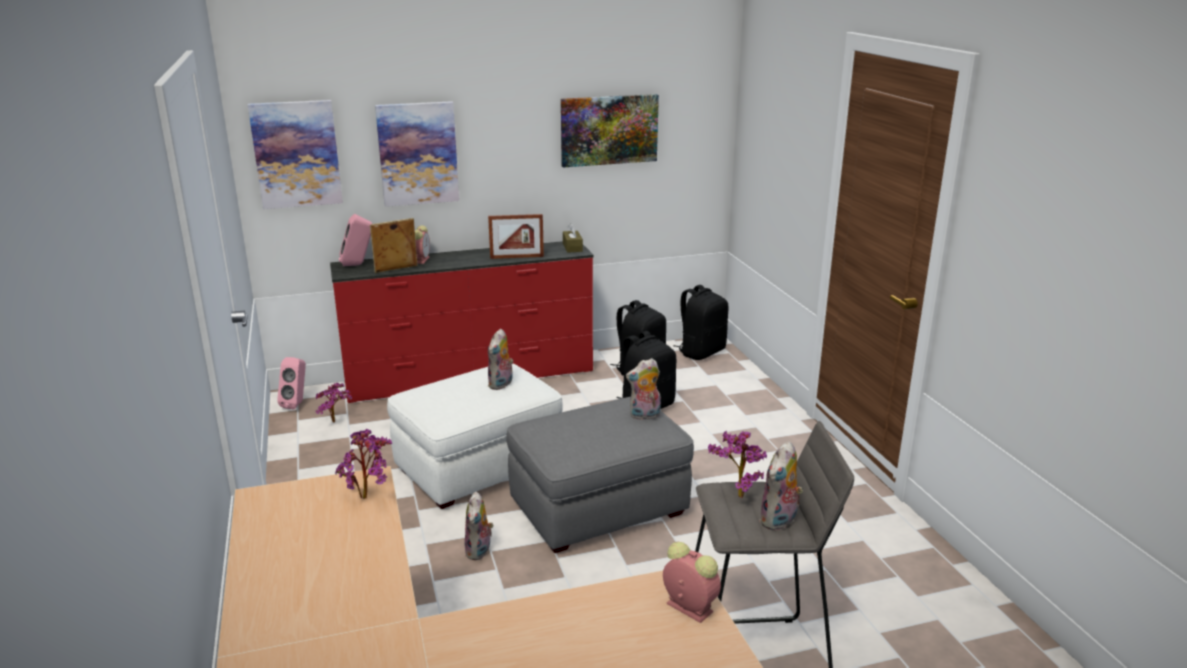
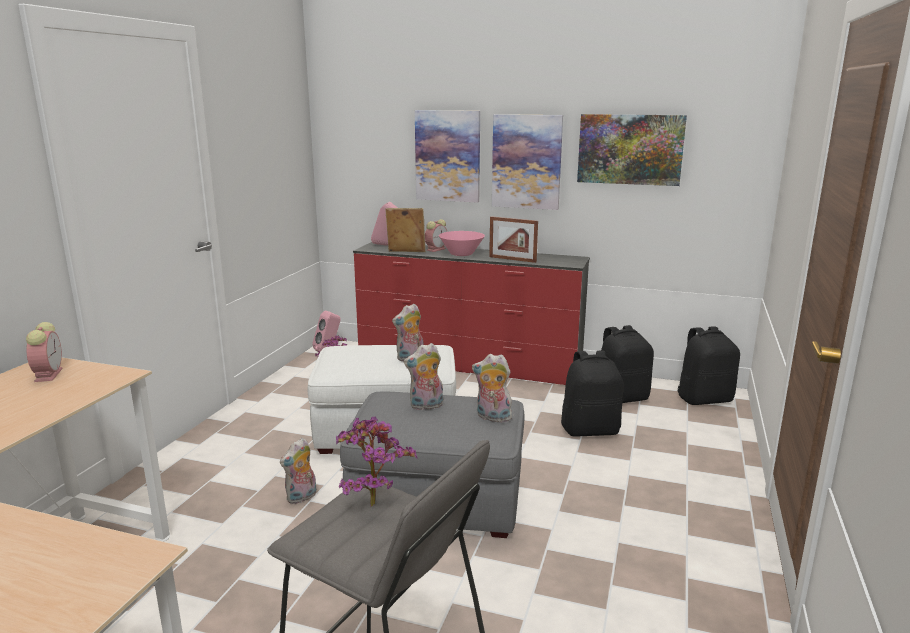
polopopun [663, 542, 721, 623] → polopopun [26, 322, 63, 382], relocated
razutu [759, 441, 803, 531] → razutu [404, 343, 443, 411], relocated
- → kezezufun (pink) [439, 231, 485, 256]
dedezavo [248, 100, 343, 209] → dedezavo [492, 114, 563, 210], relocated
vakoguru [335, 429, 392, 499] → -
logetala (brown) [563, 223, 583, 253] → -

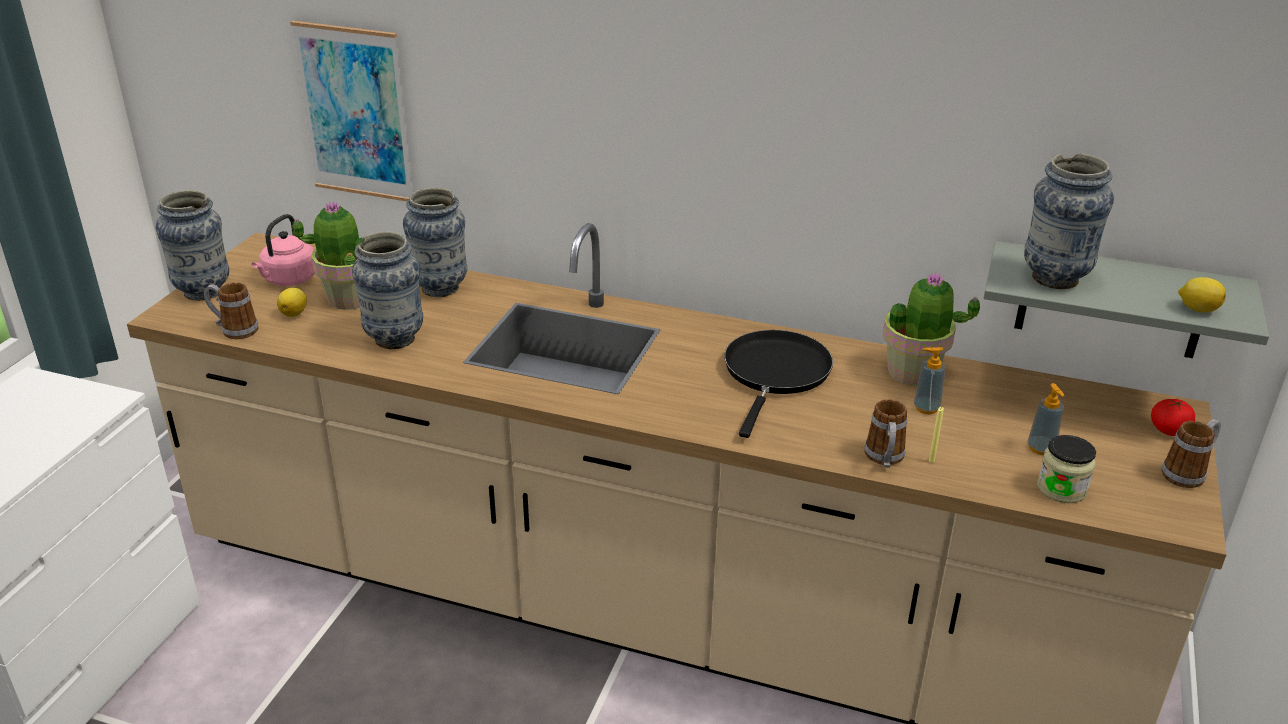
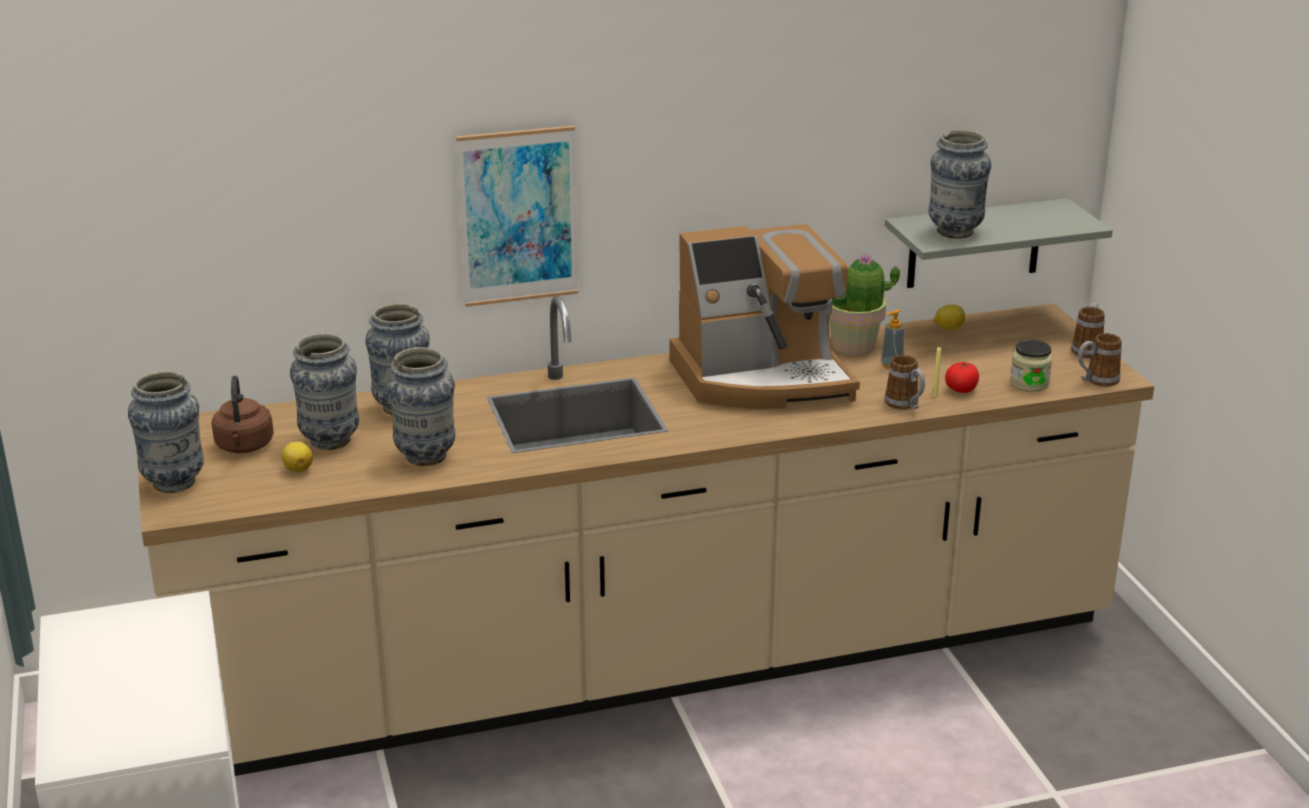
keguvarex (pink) [251, 214, 315, 286] → keguvarex (brown) [212, 375, 274, 453]
vakoguru [292, 201, 363, 310] → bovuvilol [290, 333, 359, 450]
dedezavo [290, 21, 412, 201] → dedezavo [456, 126, 578, 307], relocated
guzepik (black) [724, 330, 833, 438] → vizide [670, 224, 860, 409]
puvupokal [1178, 277, 1226, 313] → puvupokal [933, 304, 965, 330], relocated
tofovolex [1151, 399, 1195, 436] → tofovolex [945, 362, 979, 393], relocated
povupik [204, 282, 258, 339] → povupik [1078, 333, 1122, 387], relocated
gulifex [1027, 383, 1064, 455] → -

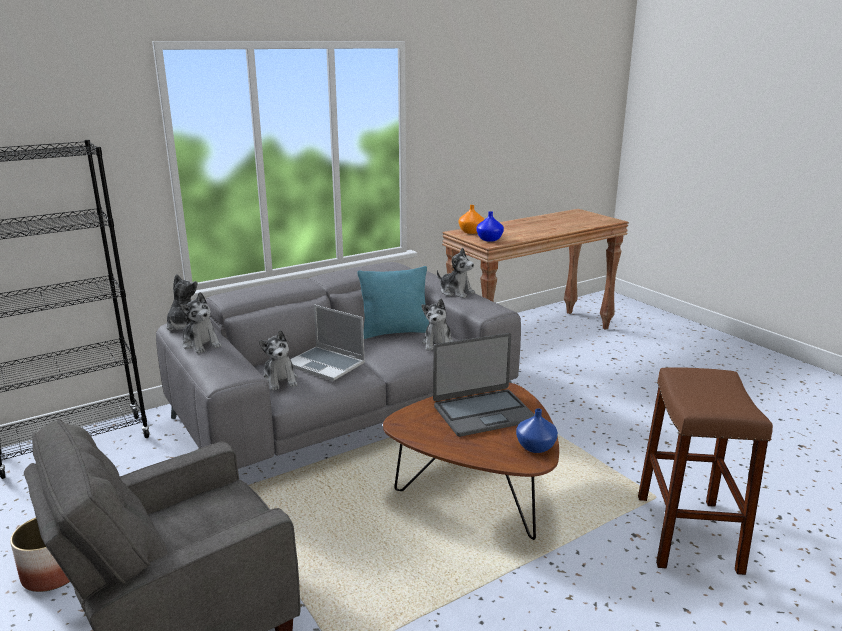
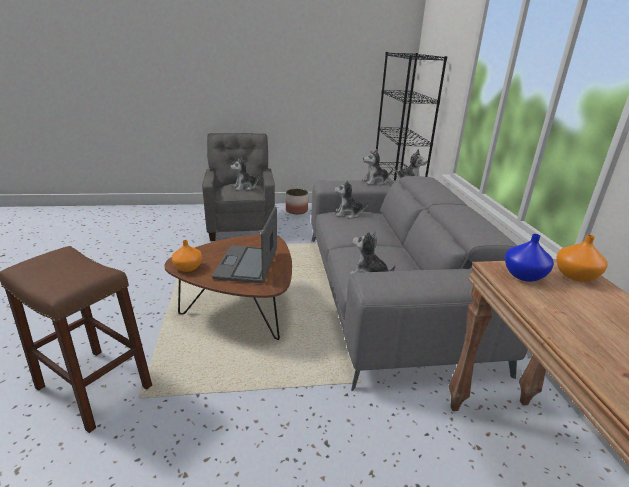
bovuvilol (blue) [516, 408, 558, 453] → bovuvilol (orange) [172, 240, 202, 272]
razutu [437, 248, 475, 298] → razutu [230, 157, 261, 191], relocated
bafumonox [290, 304, 365, 381] → -
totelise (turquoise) [357, 266, 429, 339] → -

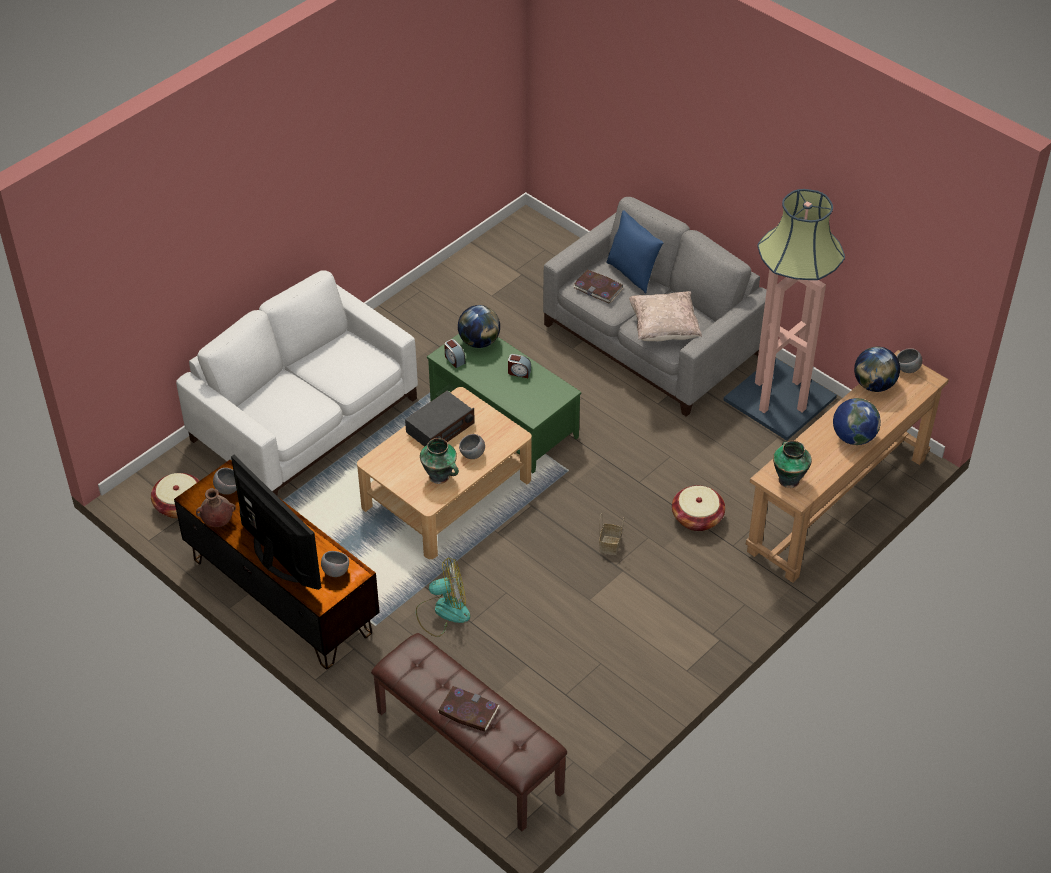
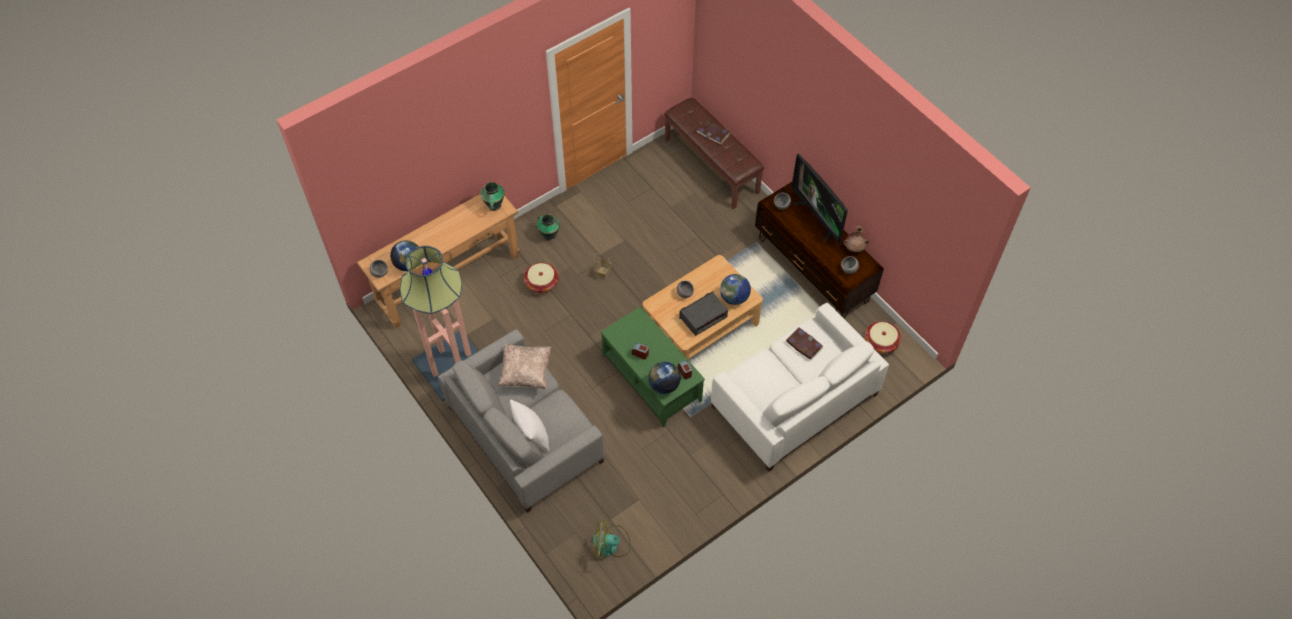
totelise (blue) [606, 210, 664, 294] → totelise (white) [510, 399, 549, 451]
bovuvilol [420, 438, 459, 484] → bovuvilol [537, 214, 560, 241], relocated
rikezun [416, 557, 470, 637] → rikezun [593, 521, 631, 558], relocated
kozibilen [833, 398, 881, 445] → kozibilen [720, 274, 751, 305], relocated
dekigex [574, 270, 624, 304] → dekigex [786, 327, 824, 360], relocated

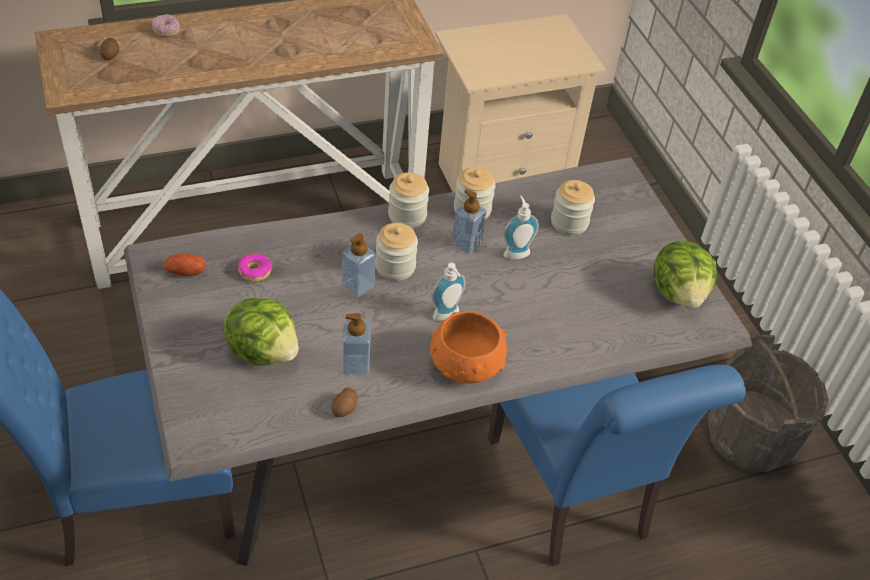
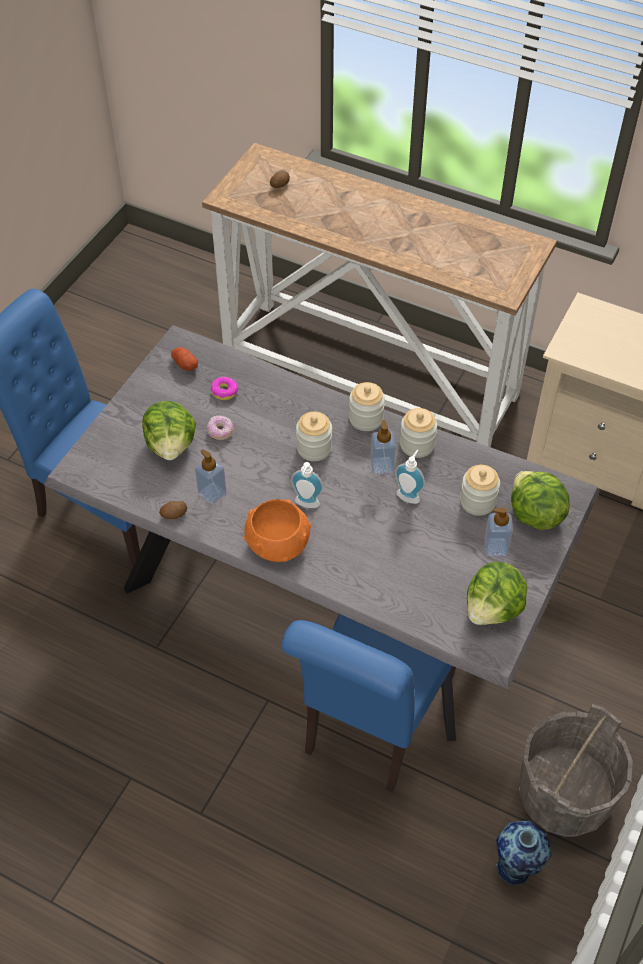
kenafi [152, 14, 180, 37] → kenafi [207, 415, 234, 440], relocated
gulifex [342, 233, 376, 297] → gulifex [484, 507, 513, 556], relocated
- → bovuvilol [496, 821, 551, 885]
- → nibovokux [511, 471, 570, 530]

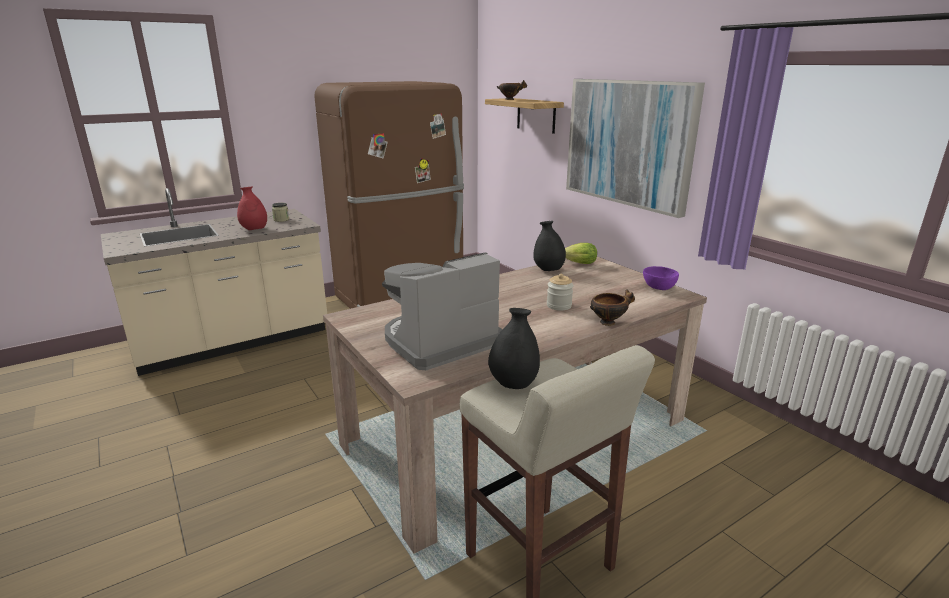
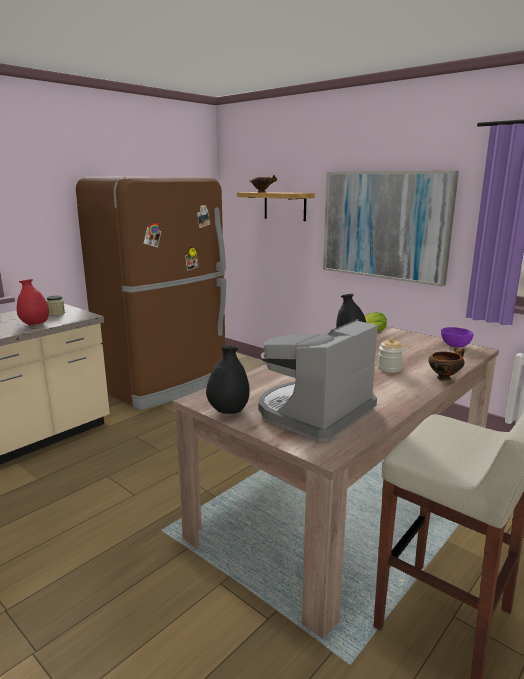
bovuvilol (black) [488, 308, 540, 389] → bovuvilol (black) [206, 346, 250, 414], relocated

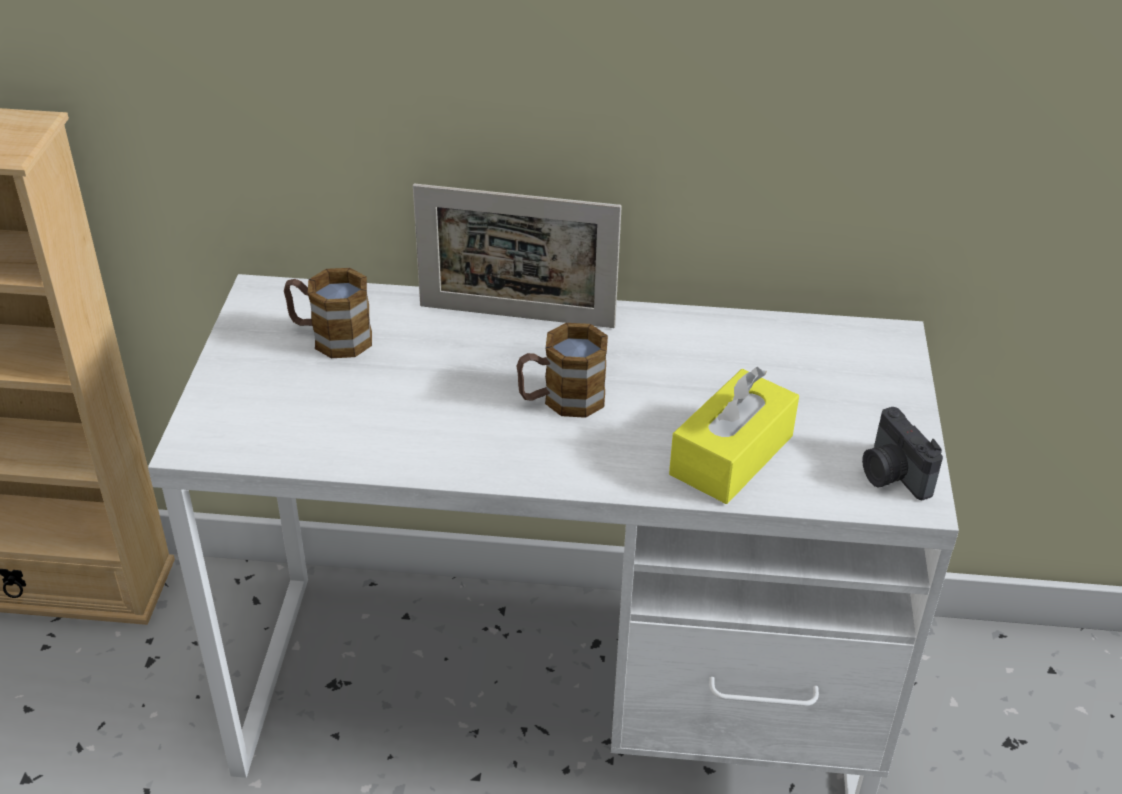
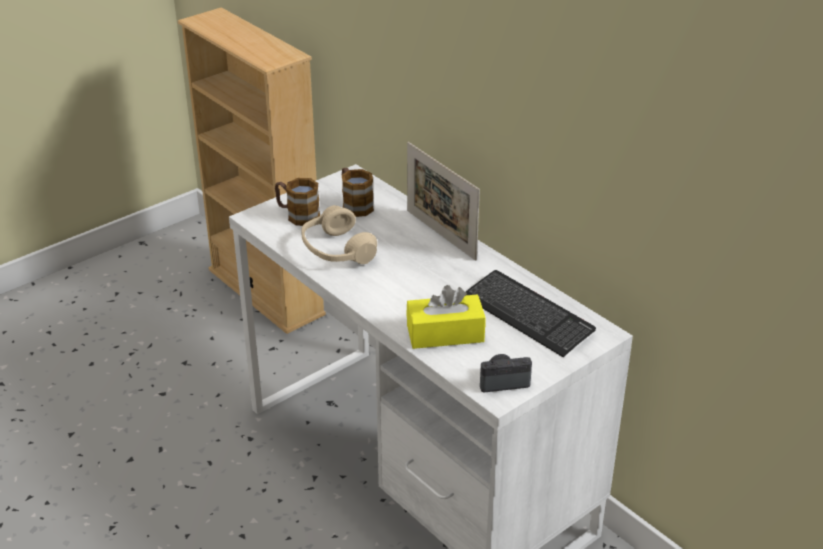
povupik [517, 323, 608, 418] → povupik [275, 178, 320, 226], relocated
- → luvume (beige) [301, 205, 377, 264]
- → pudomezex [466, 270, 596, 357]
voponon [862, 407, 943, 500] → voponon [480, 354, 532, 392], 60 degrees clockwise

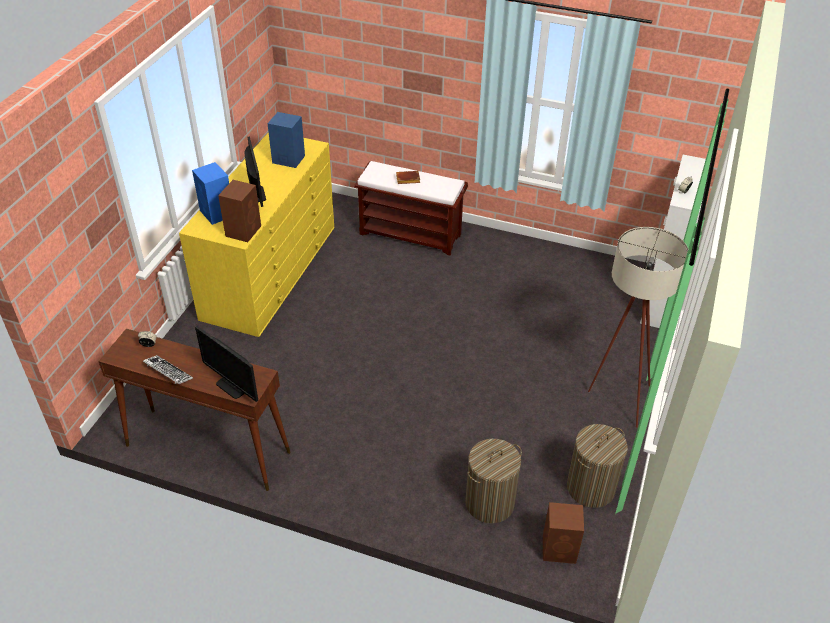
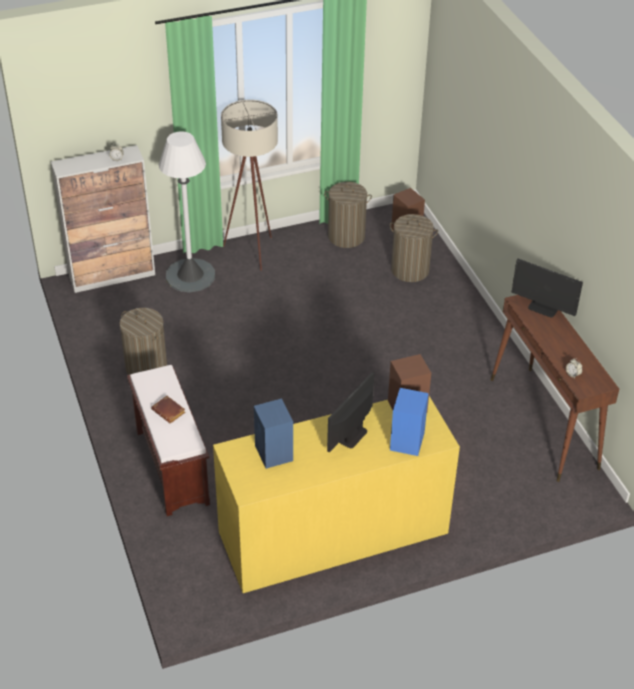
- → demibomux [119, 308, 167, 375]
- → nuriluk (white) [159, 131, 215, 292]
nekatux [195, 326, 258, 402] → nekatux [512, 259, 583, 318], 120 degrees clockwise
pudomezex [143, 355, 193, 384] → -

